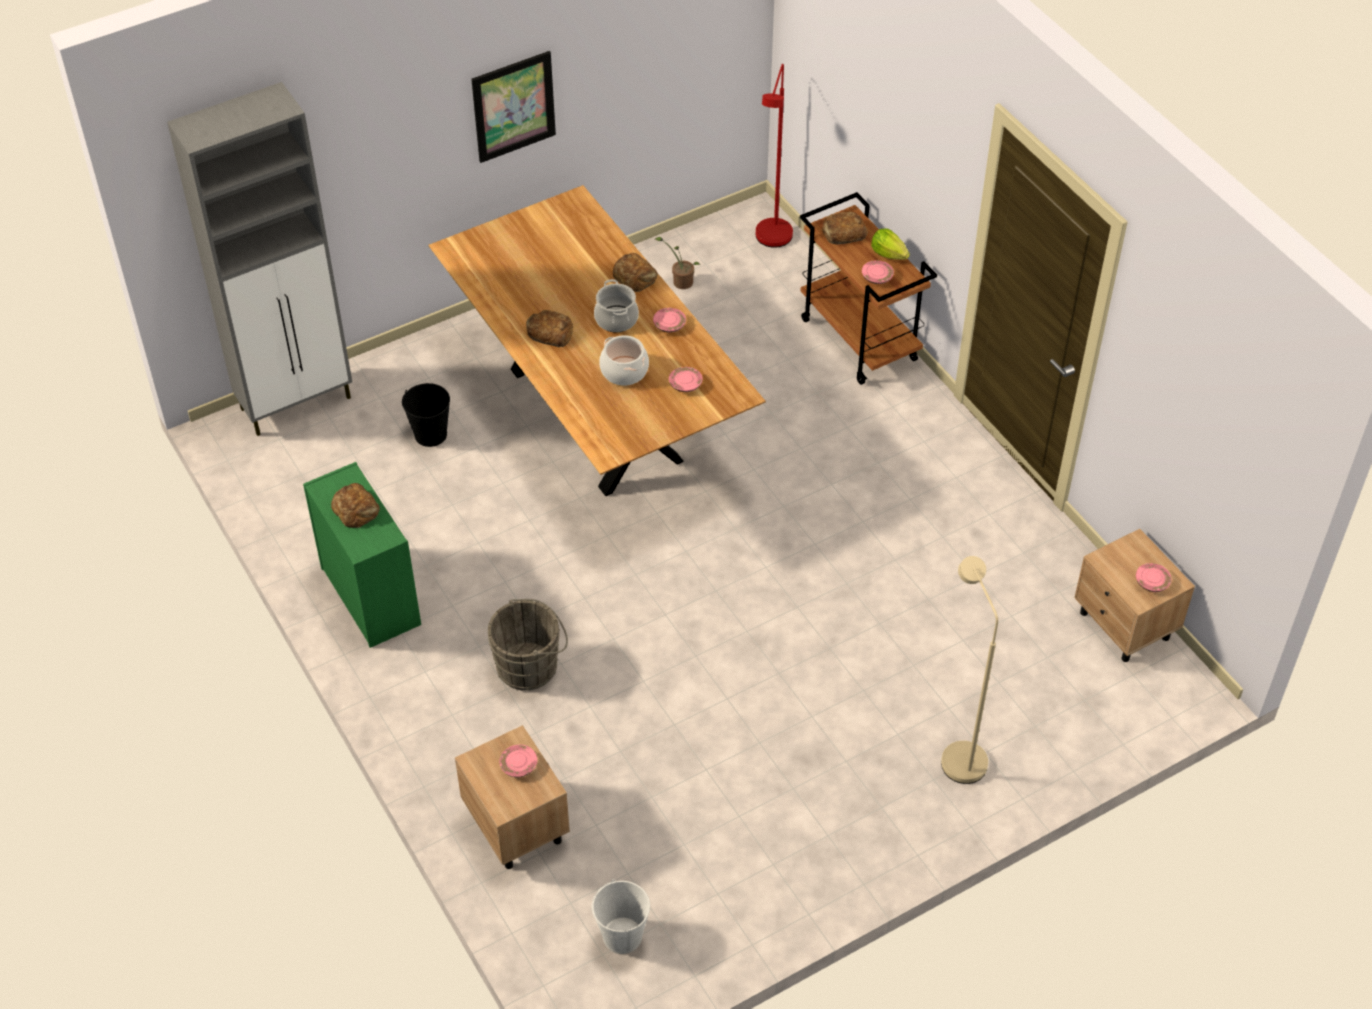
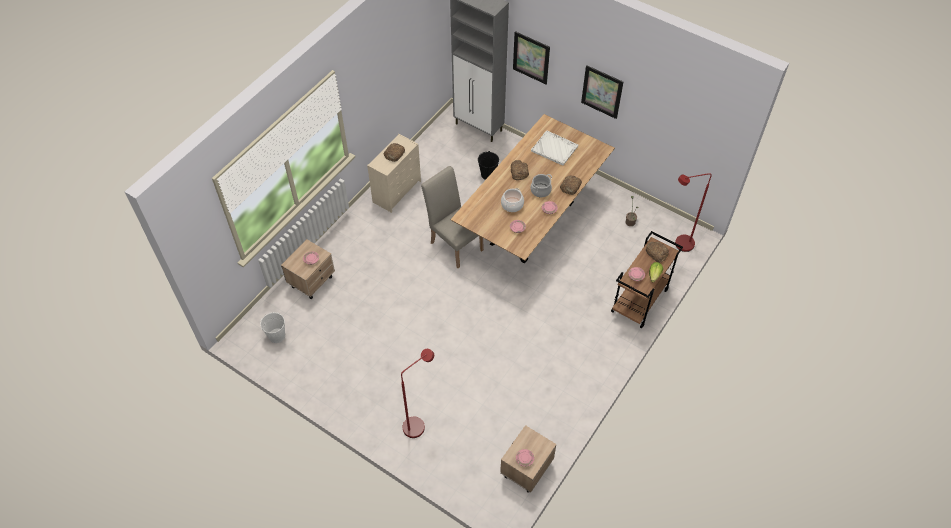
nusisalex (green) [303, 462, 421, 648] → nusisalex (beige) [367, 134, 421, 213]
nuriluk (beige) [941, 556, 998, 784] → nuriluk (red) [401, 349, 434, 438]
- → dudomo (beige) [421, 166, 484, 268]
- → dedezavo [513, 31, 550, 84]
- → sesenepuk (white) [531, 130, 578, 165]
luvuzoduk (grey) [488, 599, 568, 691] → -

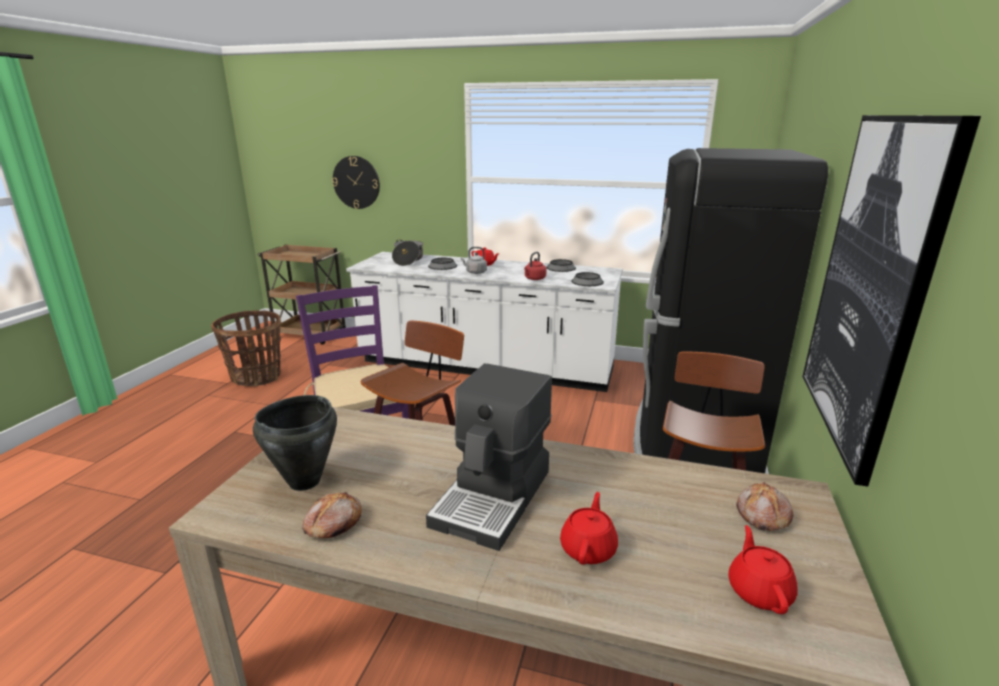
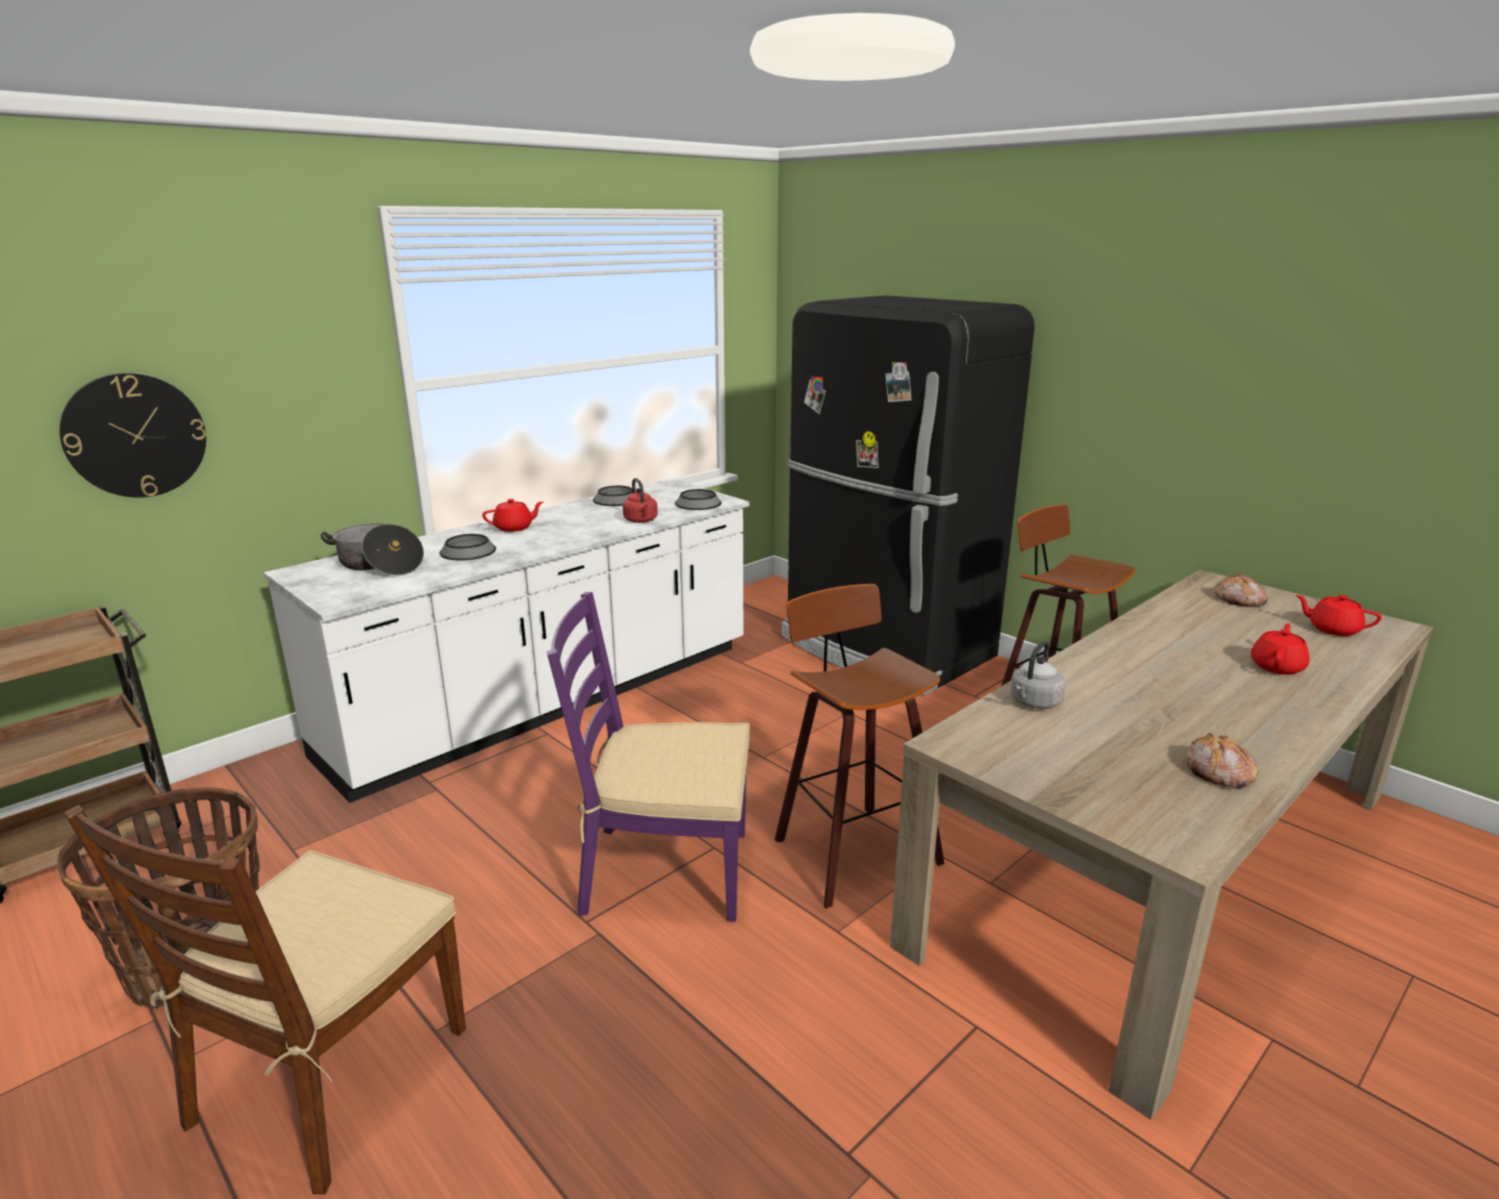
- → dudomo (brown) [64, 805, 466, 1195]
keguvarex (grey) [461, 247, 487, 274] → keguvarex (grey) [1011, 641, 1066, 709], relocated
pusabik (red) [560, 492, 618, 565] → pusabik (red) [1251, 624, 1310, 675], 75 degrees clockwise
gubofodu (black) [253, 395, 337, 491] → -
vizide [426, 363, 552, 551] → -
dedezavo [802, 115, 981, 487] → -

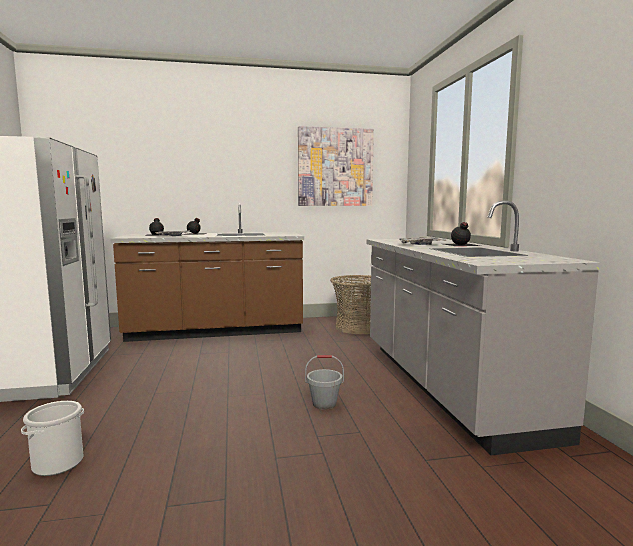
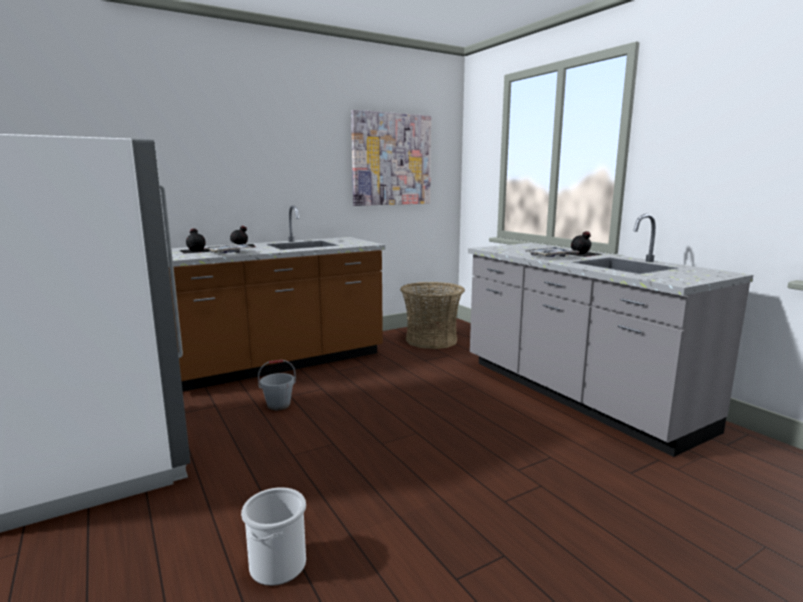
luvuzoduk (grey) [305, 355, 344, 410] → luvuzoduk (grey) [258, 360, 296, 410], relocated

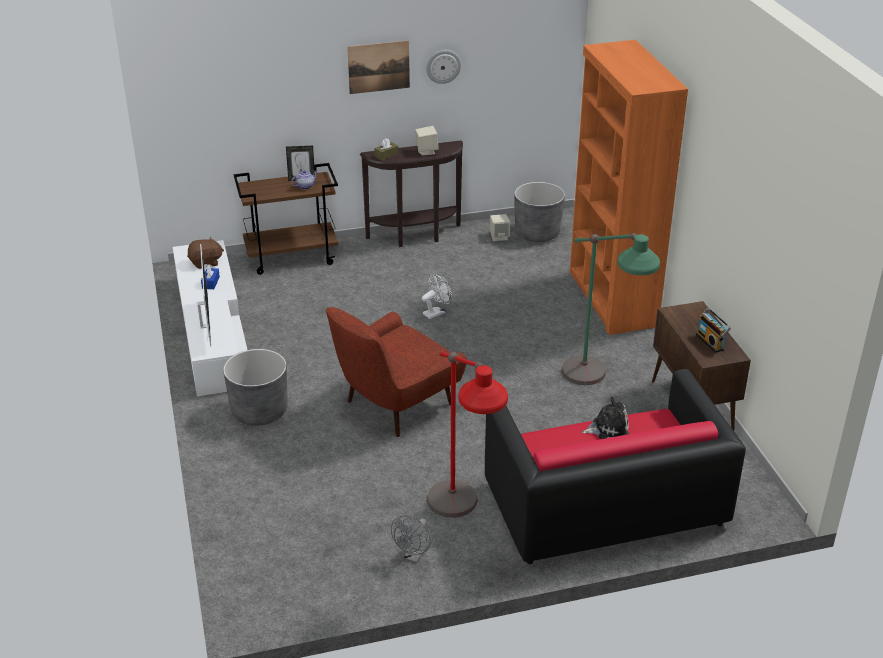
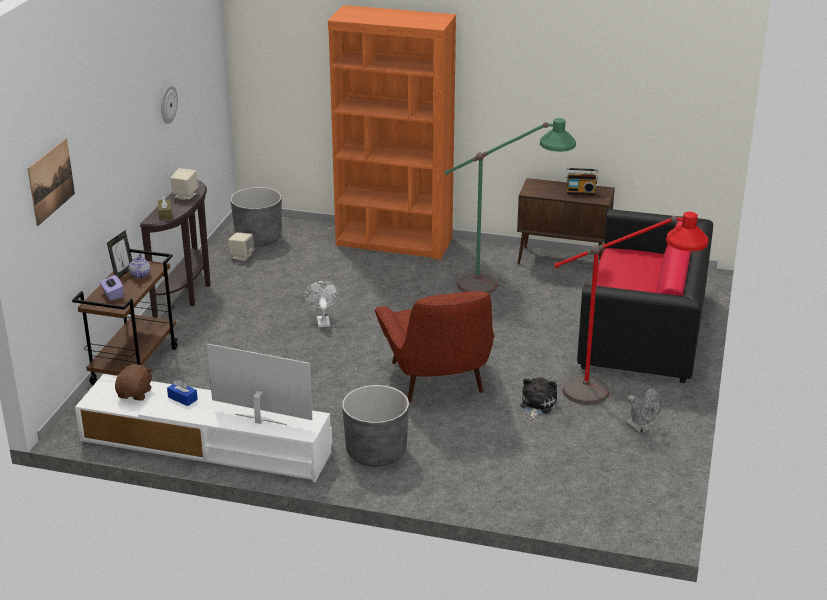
dedezavo [347, 40, 410, 94] → dedezavo [28, 138, 75, 226], relocated
- → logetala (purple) [100, 275, 123, 301]
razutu [582, 397, 629, 439] → razutu [520, 377, 557, 419], relocated

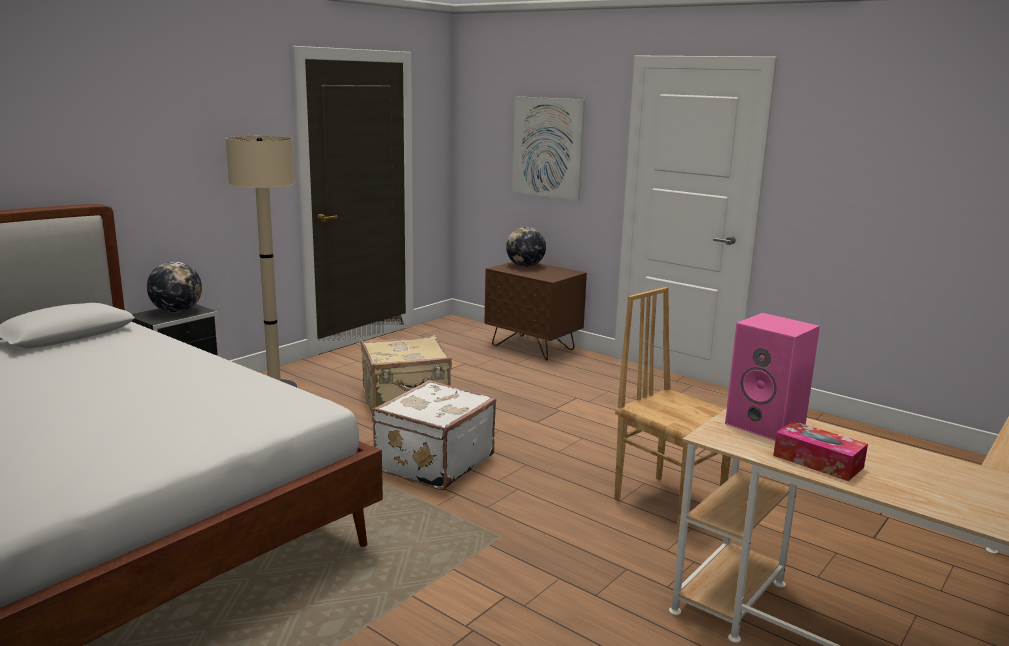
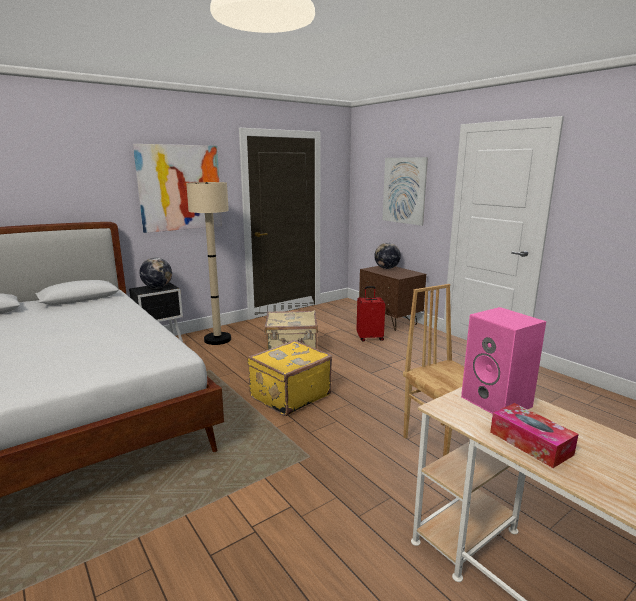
- → dedezavo [133, 144, 222, 233]
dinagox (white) [372, 380, 497, 490] → dinagox (yellow) [247, 340, 332, 416]
- → dinagox (red) [357, 286, 385, 341]

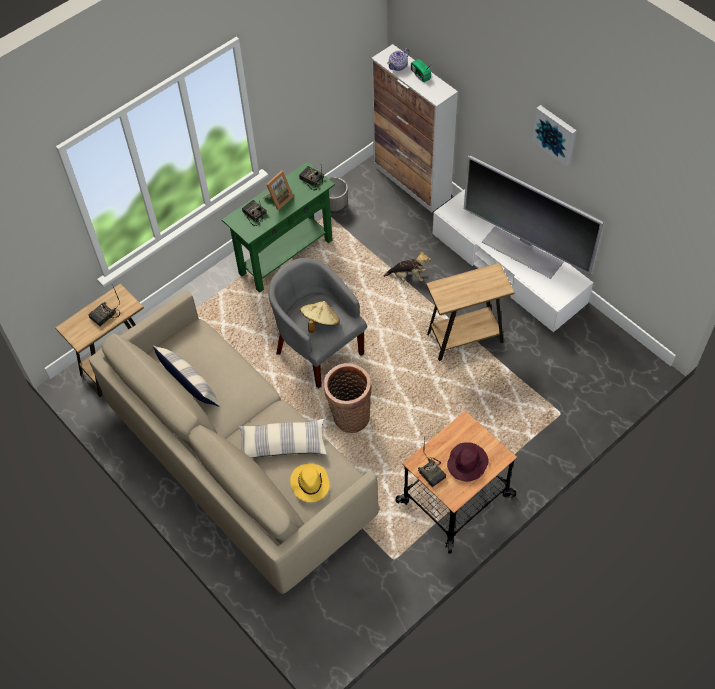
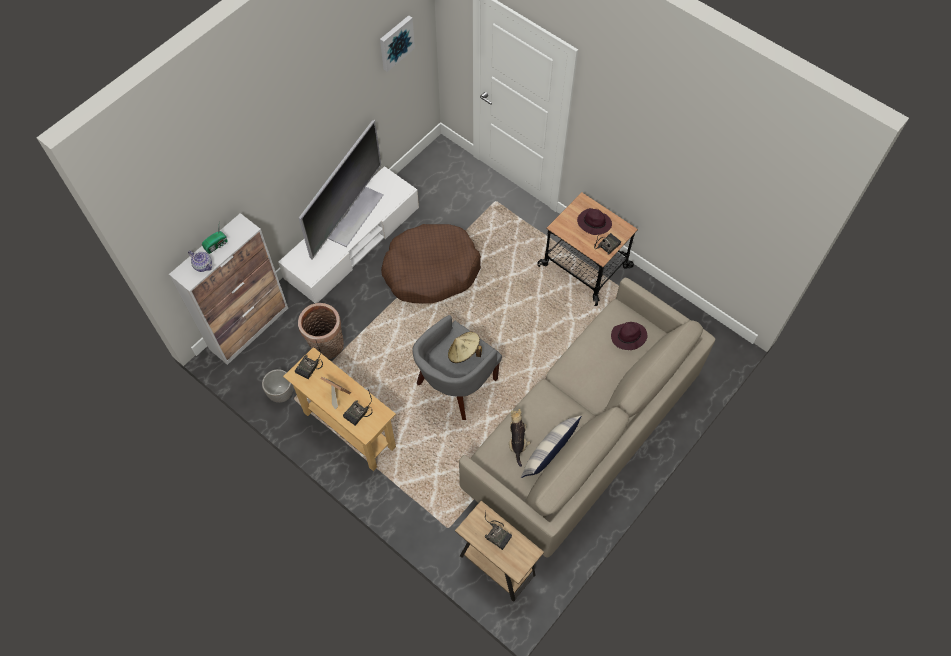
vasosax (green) [222, 161, 335, 293] → vasosax (beige) [283, 347, 396, 471]
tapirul [324, 363, 372, 433] → tapirul [298, 303, 344, 359], relocated
dedezavo [531, 105, 577, 167] → dedezavo [380, 15, 415, 72], relocated
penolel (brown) [426, 263, 515, 361] → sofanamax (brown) [381, 224, 481, 304]
razutu [384, 251, 431, 282] → razutu [509, 408, 531, 467], relocated
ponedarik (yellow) [290, 463, 330, 502] → ponedarik (purple) [611, 322, 647, 350]
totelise [239, 419, 326, 458] → -

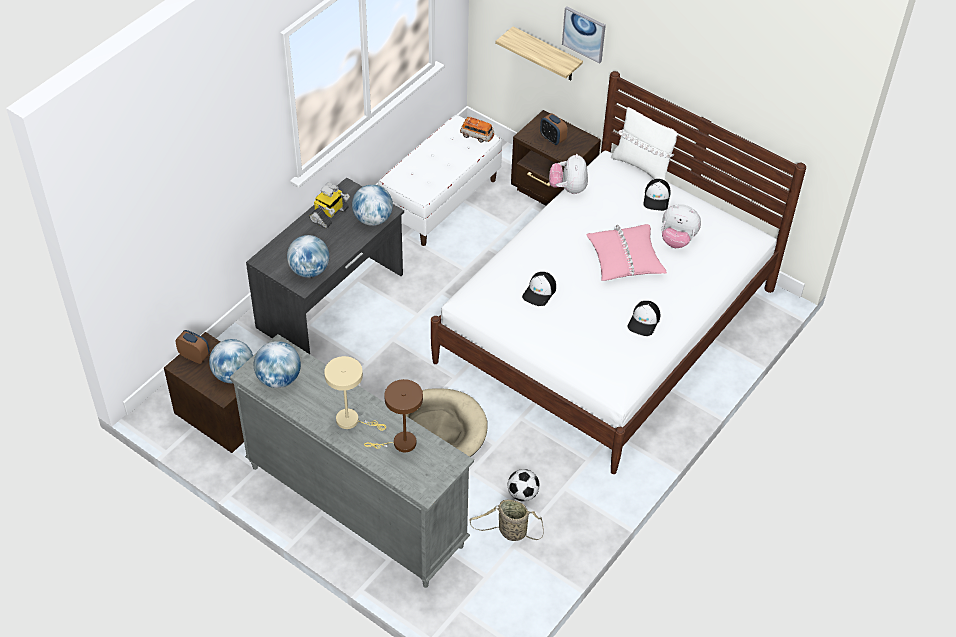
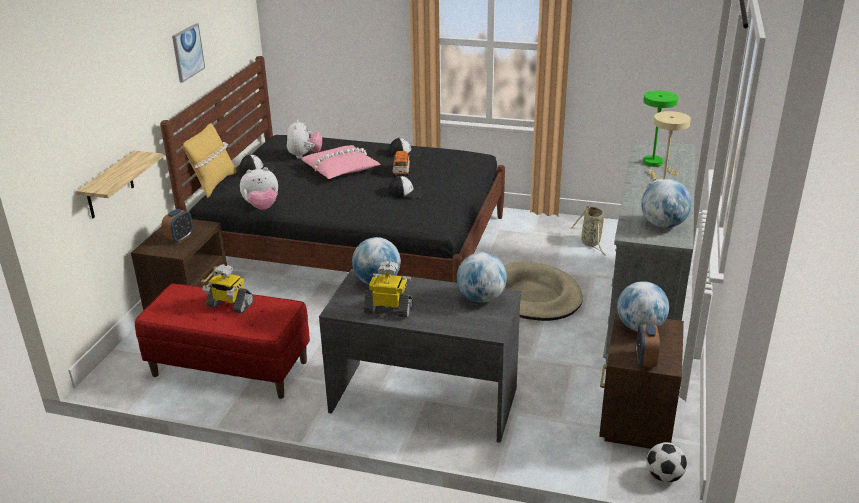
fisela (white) [378, 115, 502, 246] → fisela (red) [135, 284, 310, 399]
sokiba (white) [431, 71, 806, 474] → sokiba (black) [160, 56, 505, 283]
dedezavo [562, 6, 606, 63] → dedezavo [172, 24, 205, 83], relocated
totelise (white) [611, 107, 678, 180] → totelise (yellow) [182, 123, 236, 198]
- → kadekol [202, 264, 254, 313]
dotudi [460, 117, 494, 143] → dotudi [393, 151, 410, 176], relocated
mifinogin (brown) [364, 379, 423, 452] → mifinogin (green) [643, 90, 678, 175]
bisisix [508, 469, 540, 501] → bisisix [647, 442, 687, 483], relocated

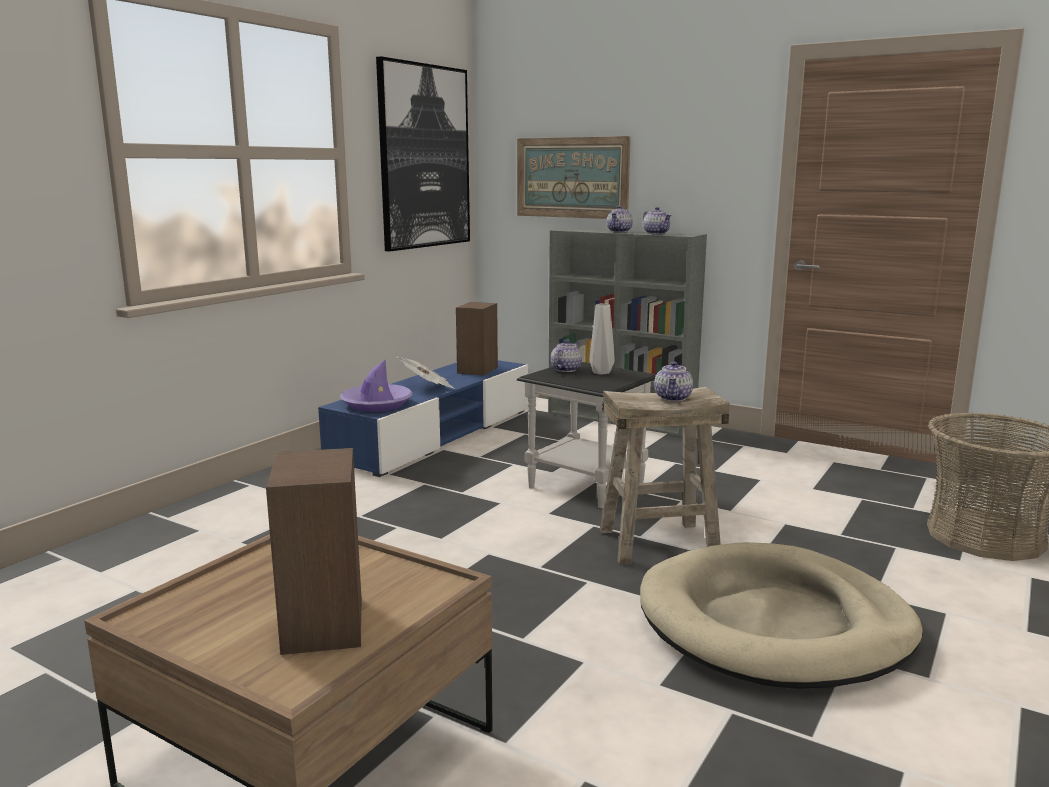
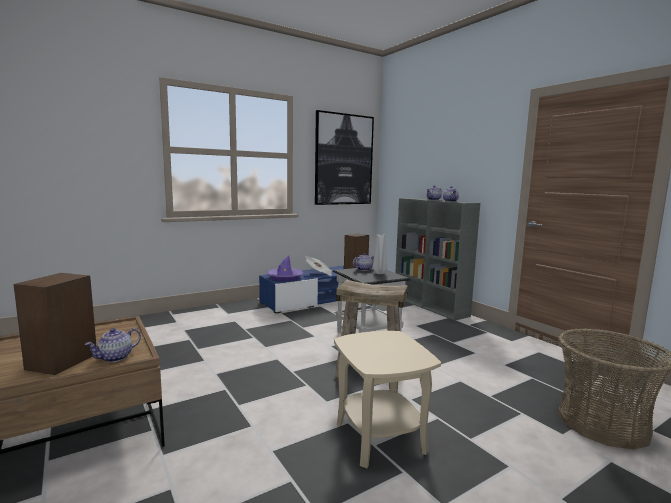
pusabik [654, 361, 693, 401] → pusabik [85, 328, 141, 362], relocated
sofanamax (beige) [640, 542, 923, 689] → penolel (beige) [334, 331, 441, 468]
dedezavo [517, 136, 631, 219] → -

